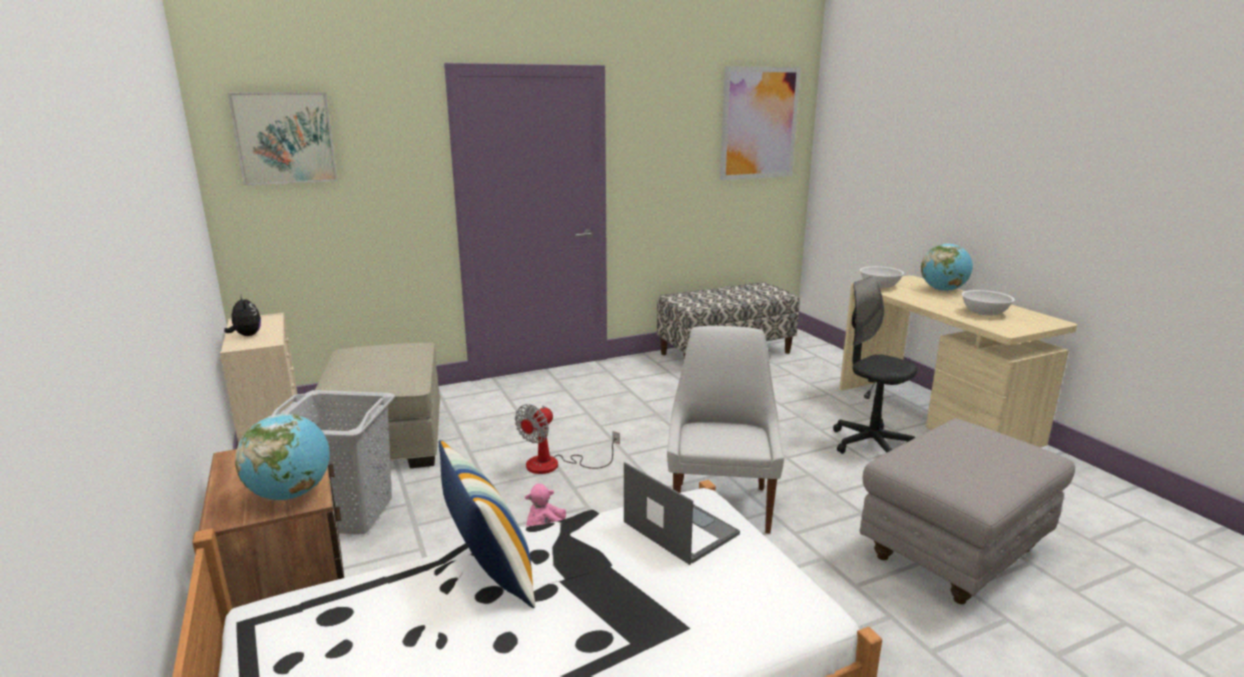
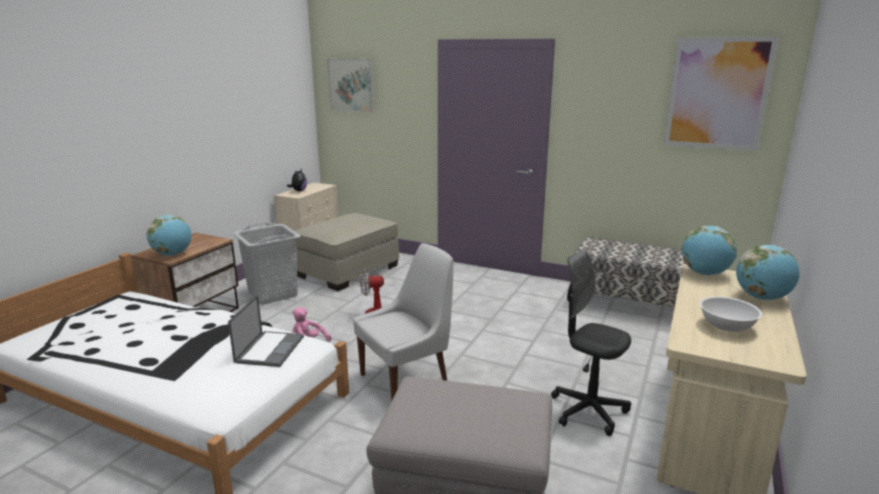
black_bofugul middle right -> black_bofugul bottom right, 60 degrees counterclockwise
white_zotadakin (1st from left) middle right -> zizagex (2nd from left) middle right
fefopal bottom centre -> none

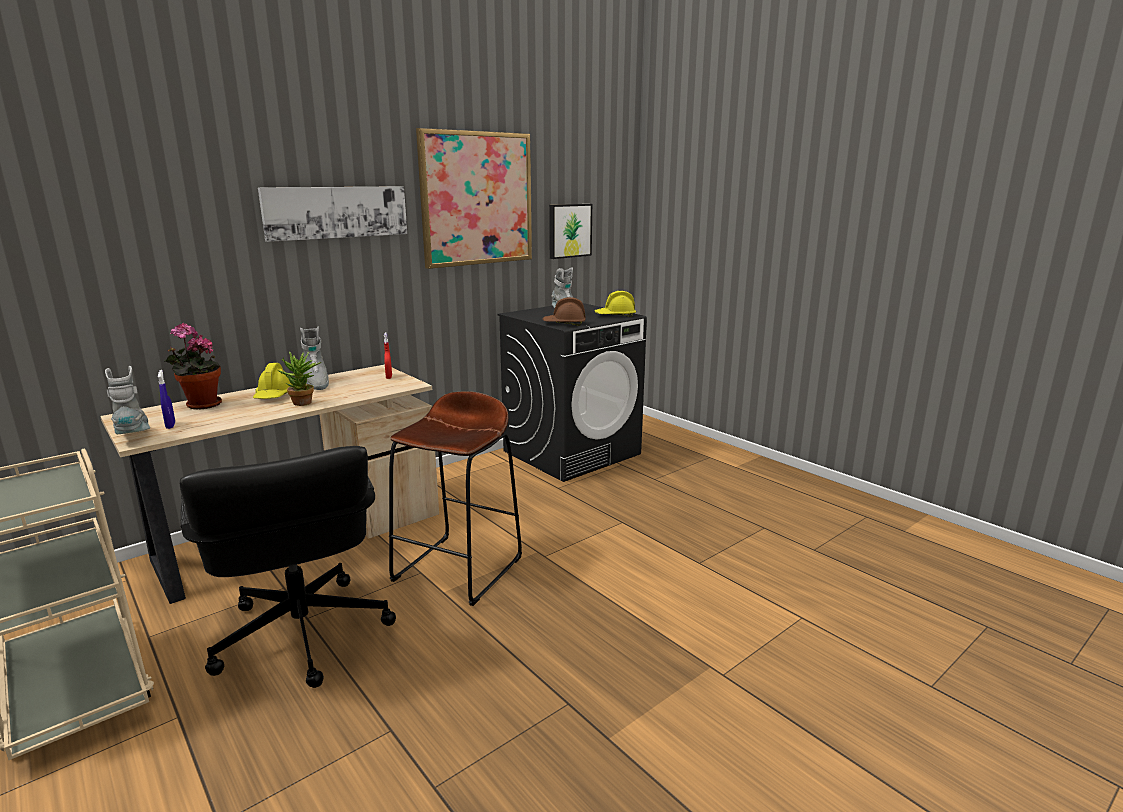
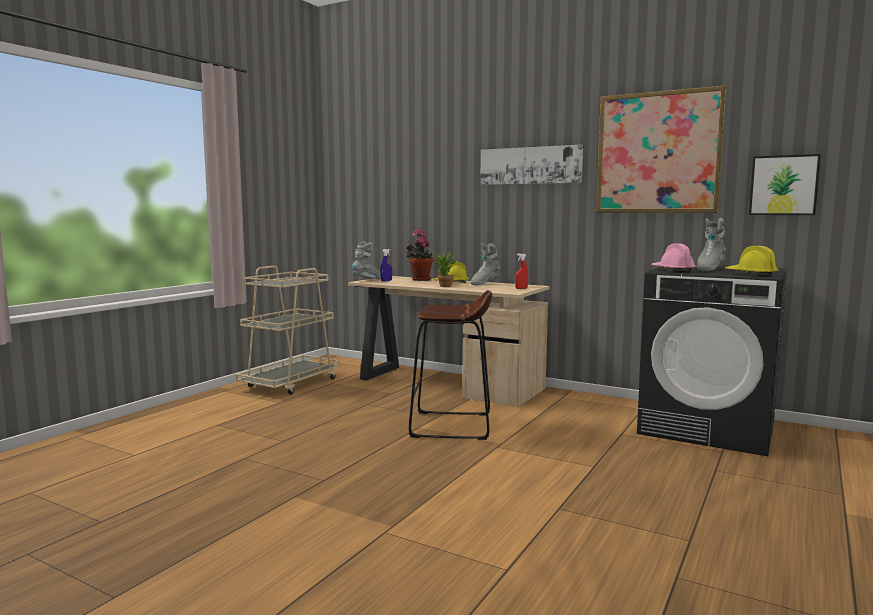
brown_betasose centre -> pink_betasose middle right
black_bofugul bottom left -> none

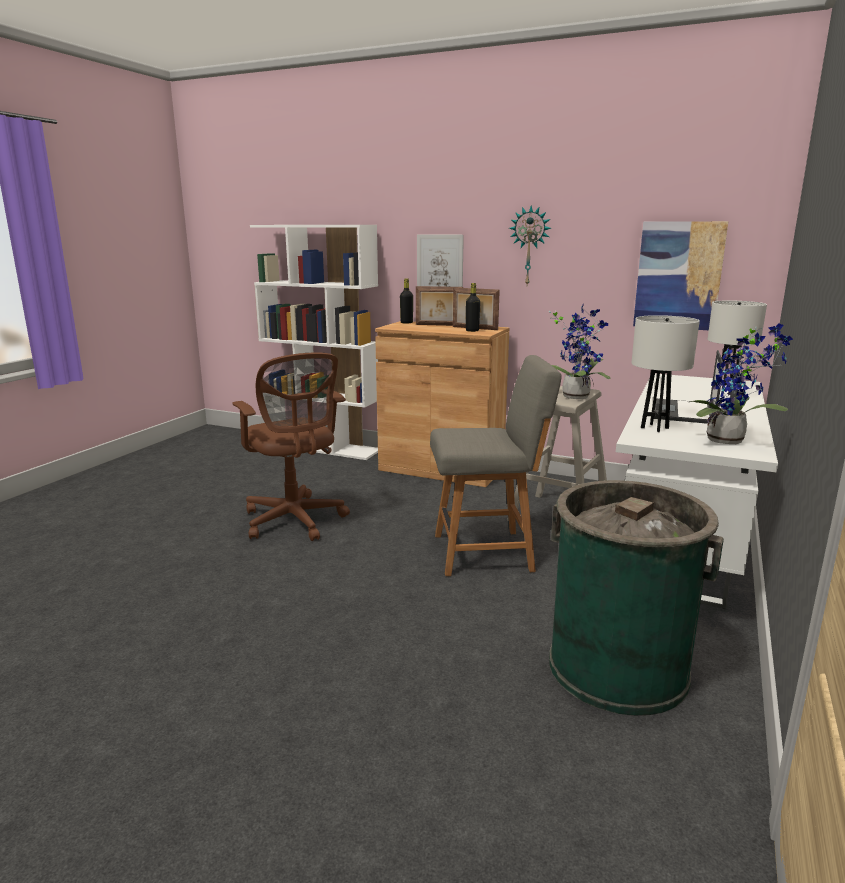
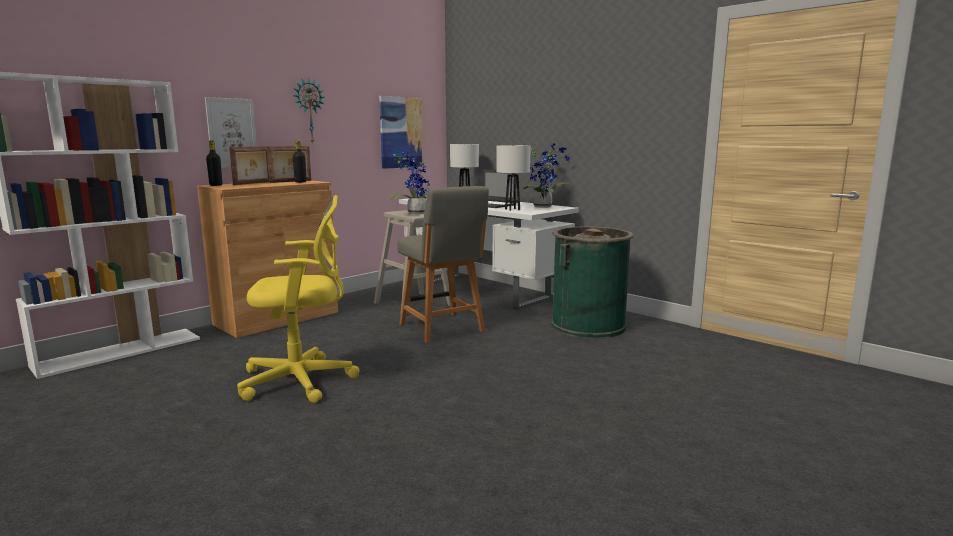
brown_bofugul centre -> yellow_bofugul middle left
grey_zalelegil centre, 135 degrees clockwise

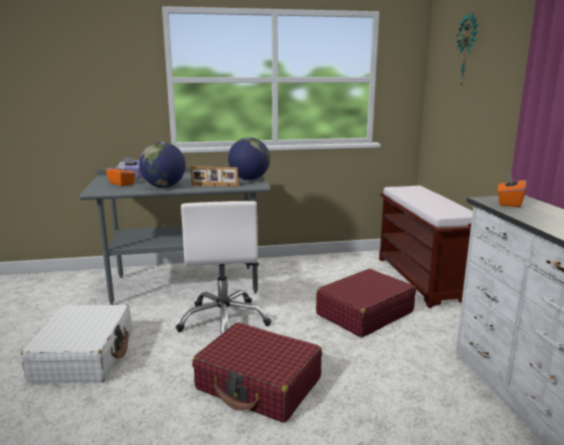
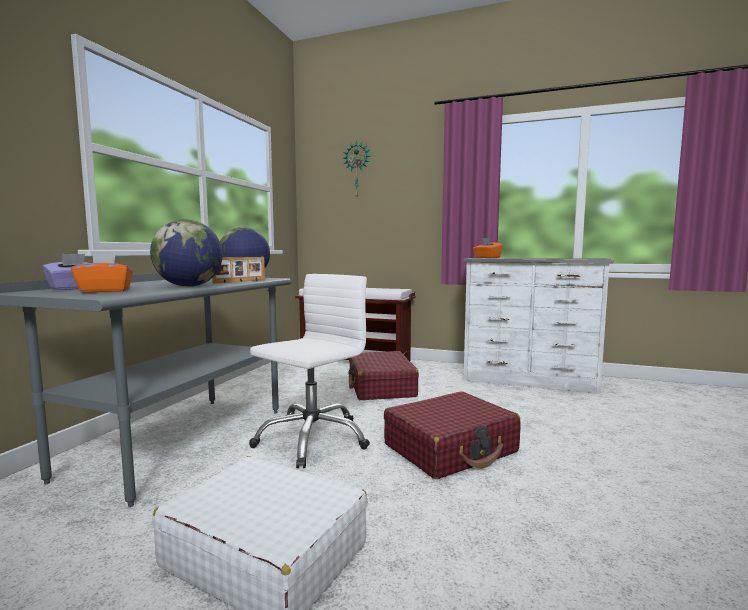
white_bofugul centre, 75 degrees counterclockwise

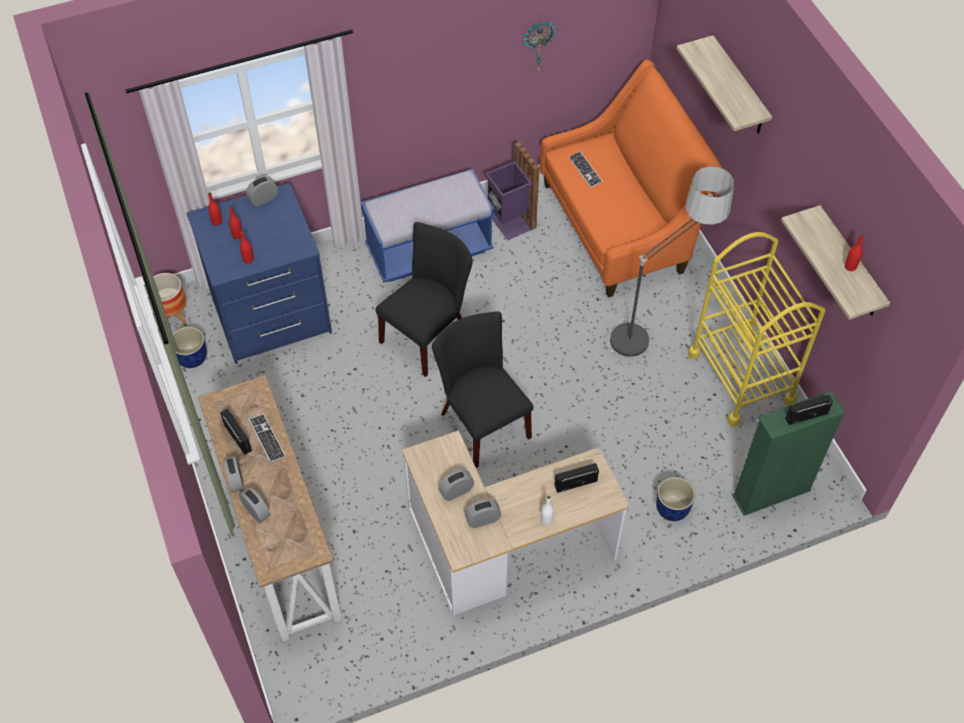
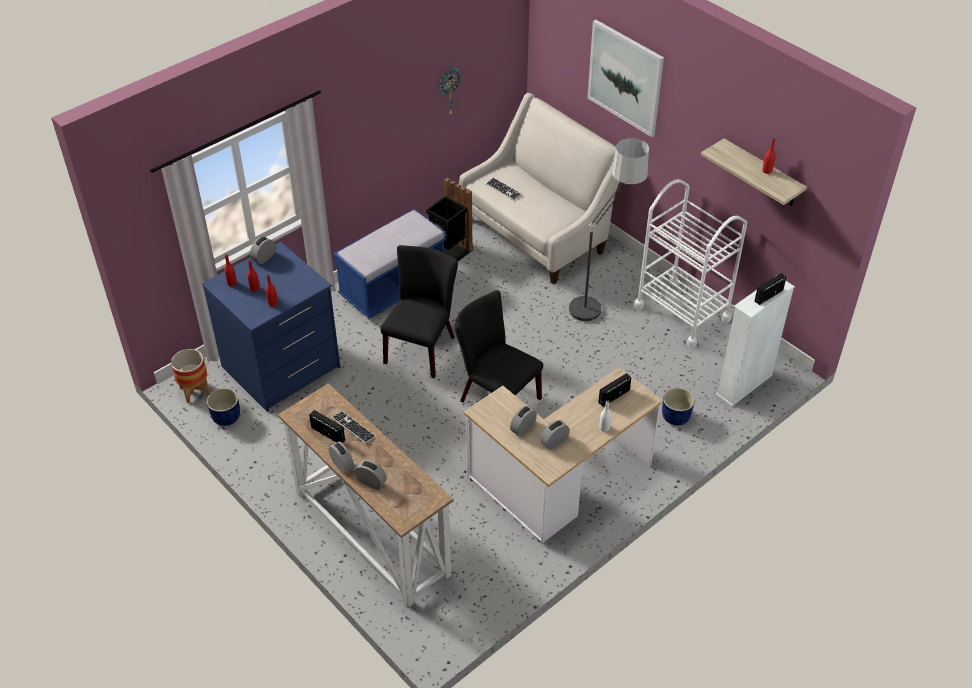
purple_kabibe top centre -> black_kabibe top centre
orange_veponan top centre -> beige_veponan top centre
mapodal (1st from left) top right -> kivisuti top centre
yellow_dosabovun middle right -> white_dosabovun middle right
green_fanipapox middle right -> white_fanipapox middle right

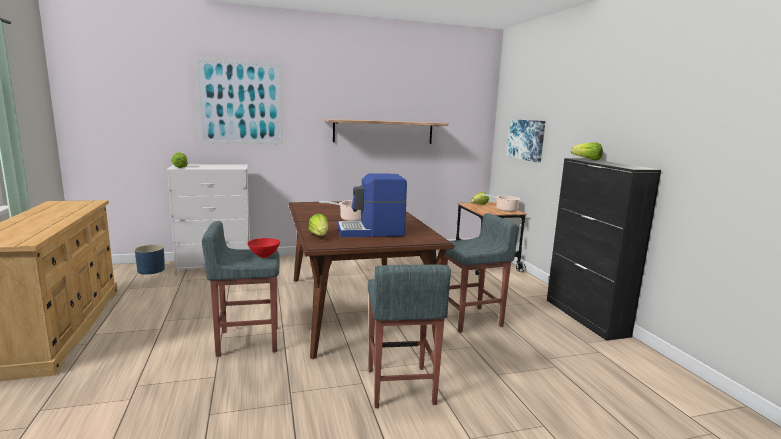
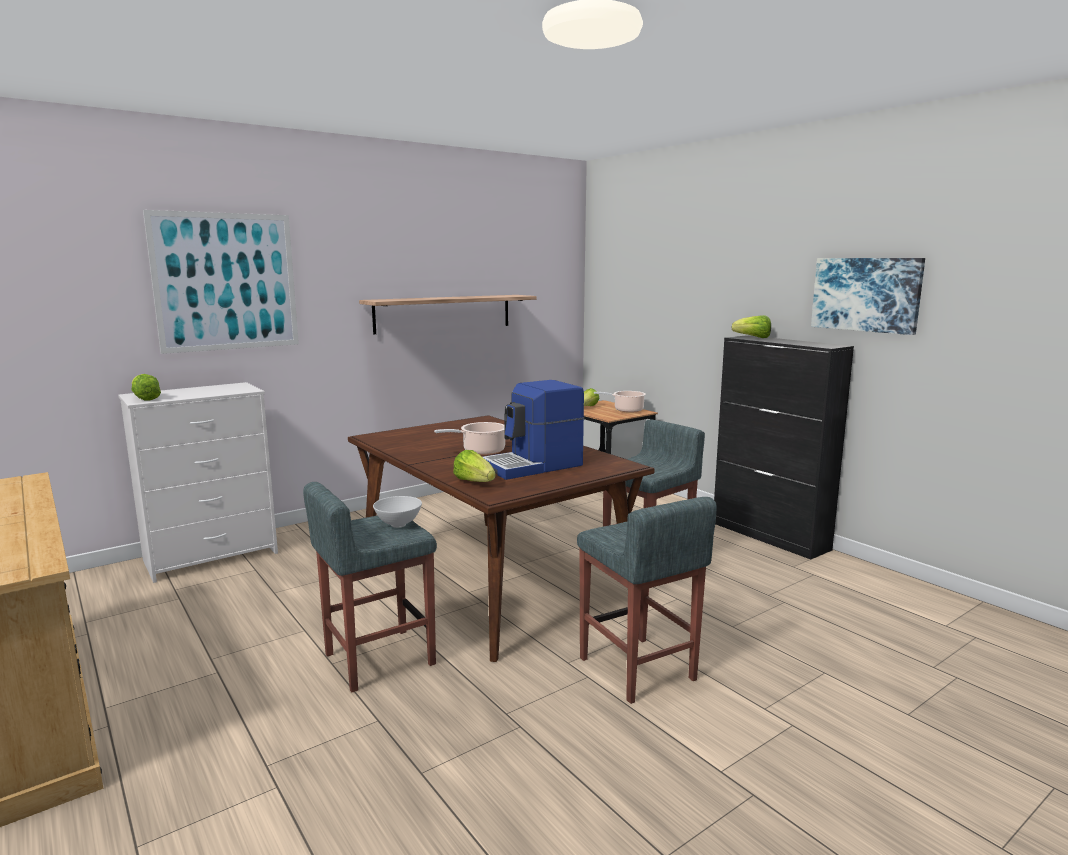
red_zotadakin centre -> white_zotadakin centre
kivisuti (2nd from left) top right -> kivisuti (2nd from left) middle right, moved
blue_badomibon middle left -> none

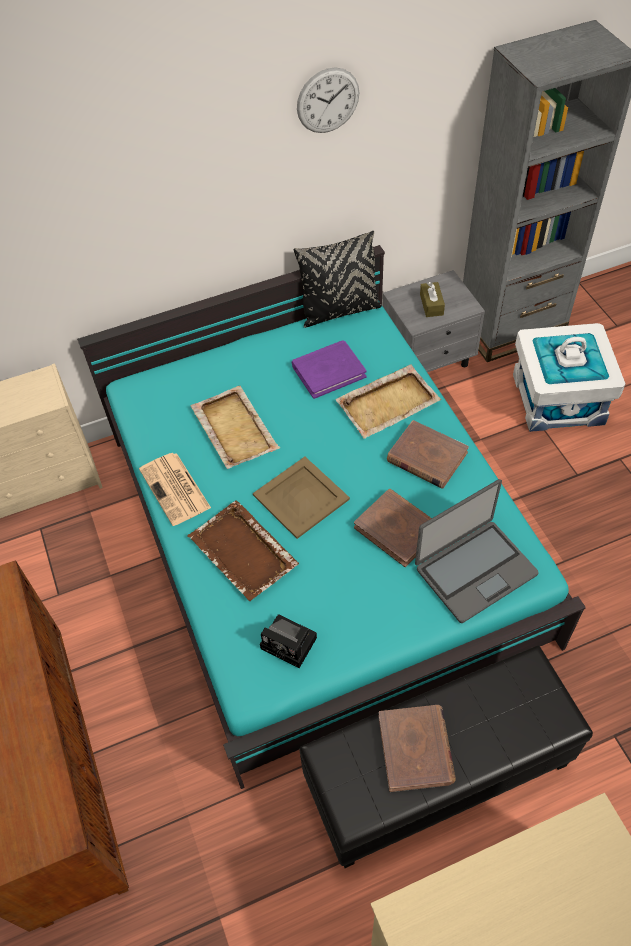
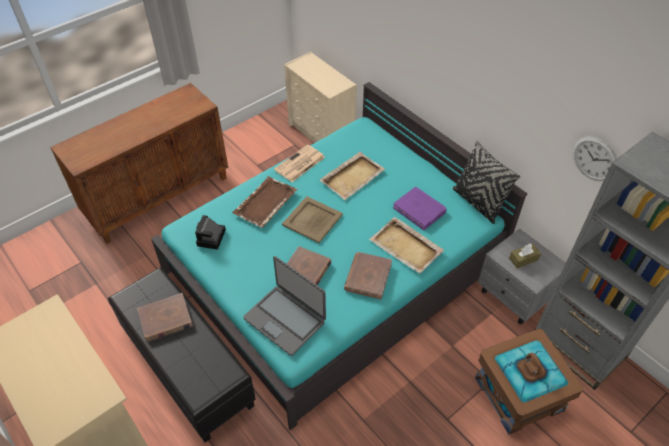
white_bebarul middle right -> brown_bebarul bottom right
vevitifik top centre -> vevitifik middle right, moved

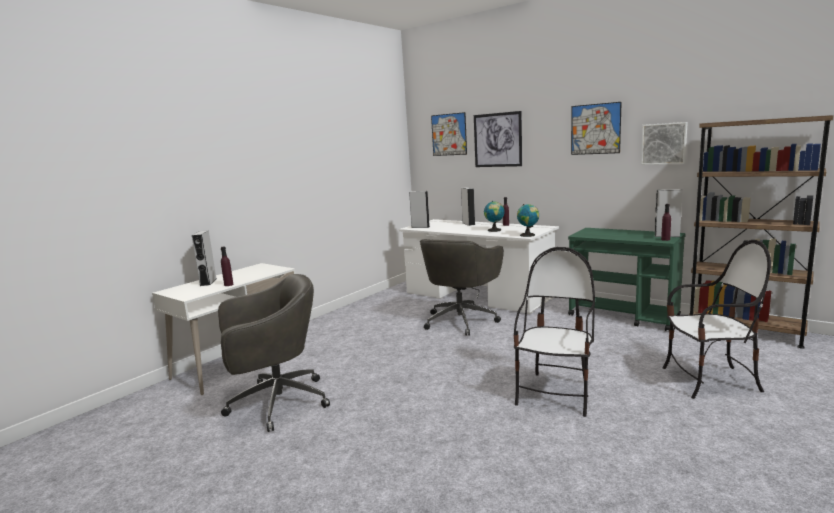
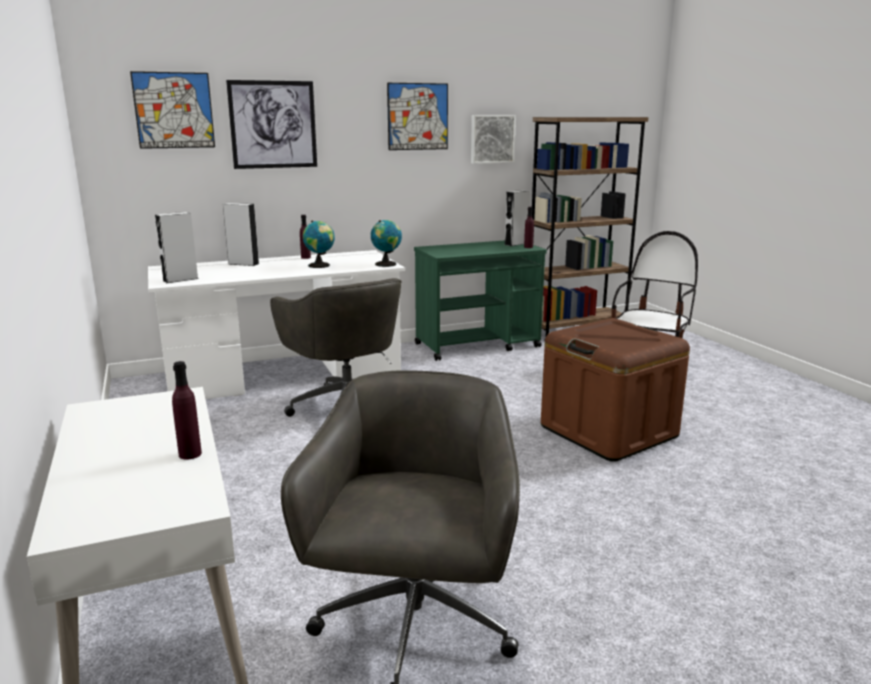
zalelegil (1st from left) centre -> brown_bebarul middle right
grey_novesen (1st from left) middle left -> none

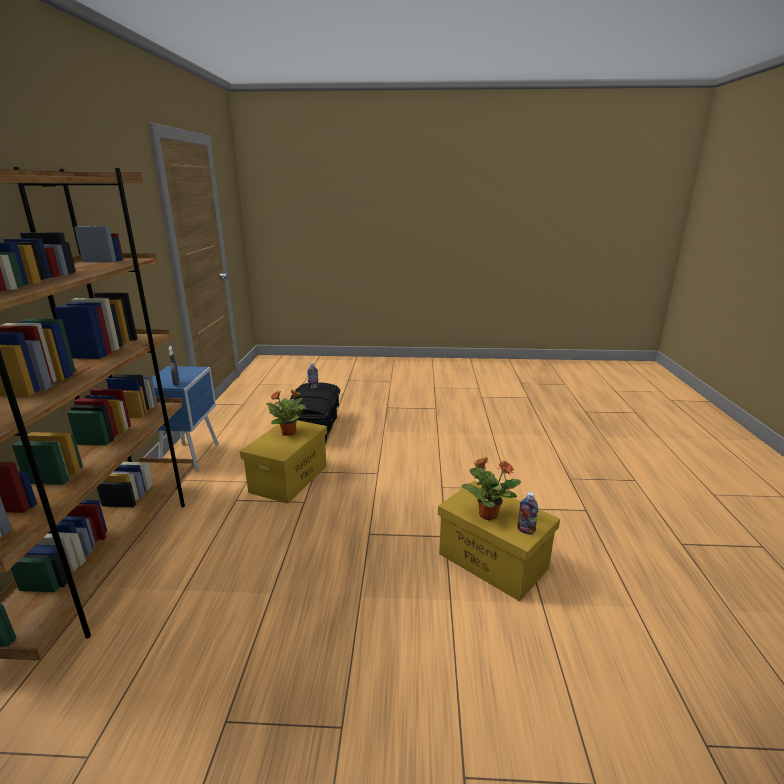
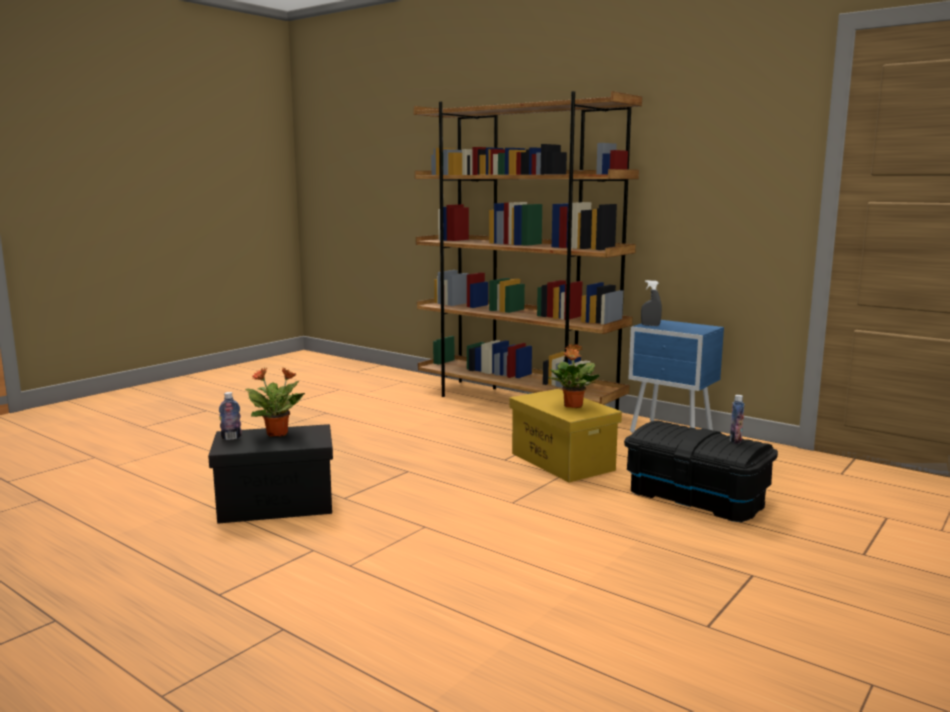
yellow_bebarul (2nd from left) bottom centre -> black_bebarul (1st from left) middle left

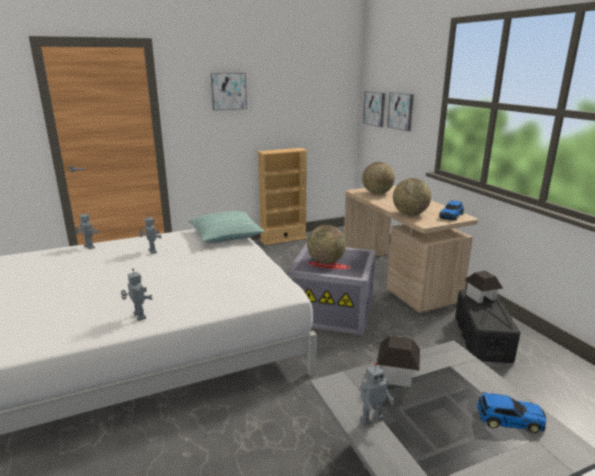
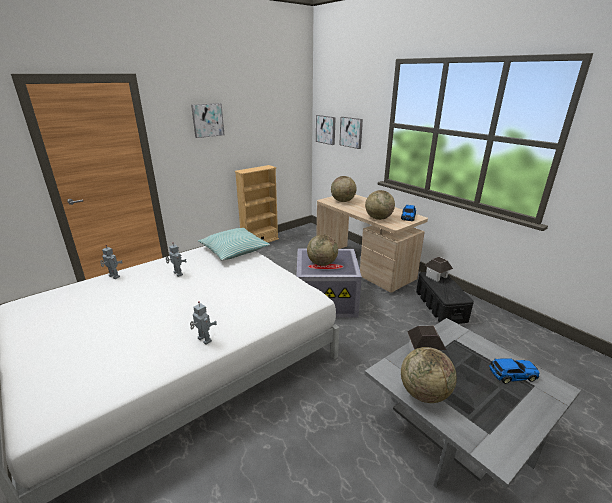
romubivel (4th from left) bottom centre -> zizagex (4th from left) bottom right

